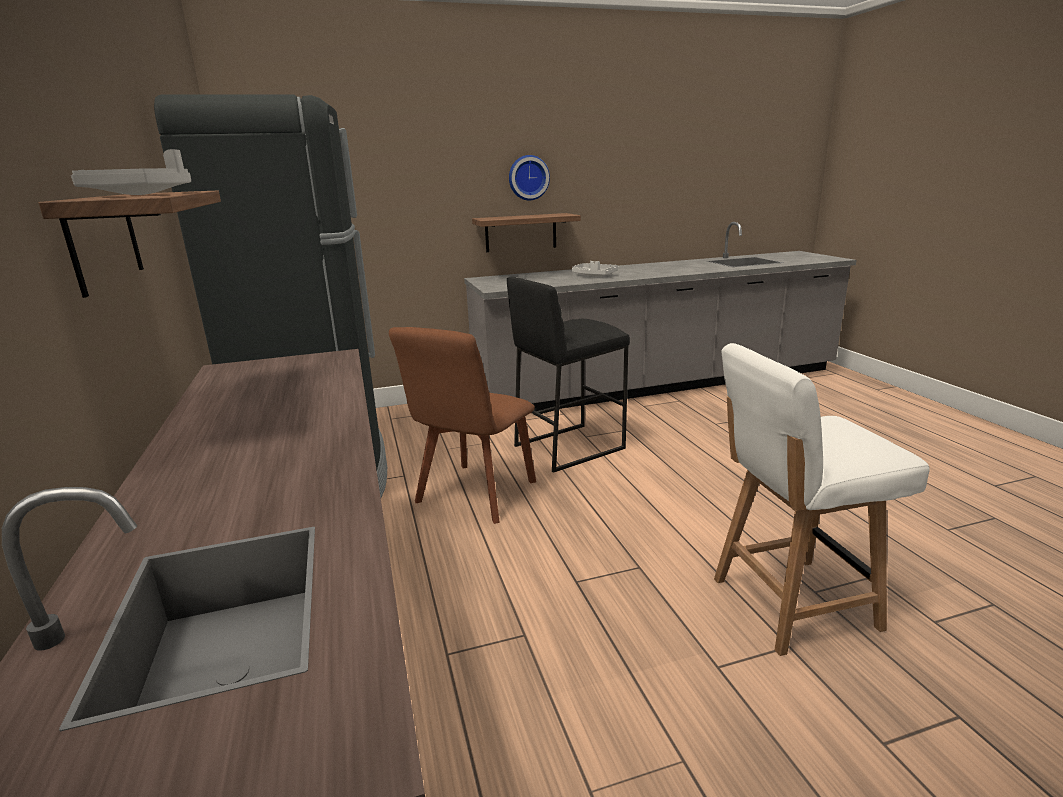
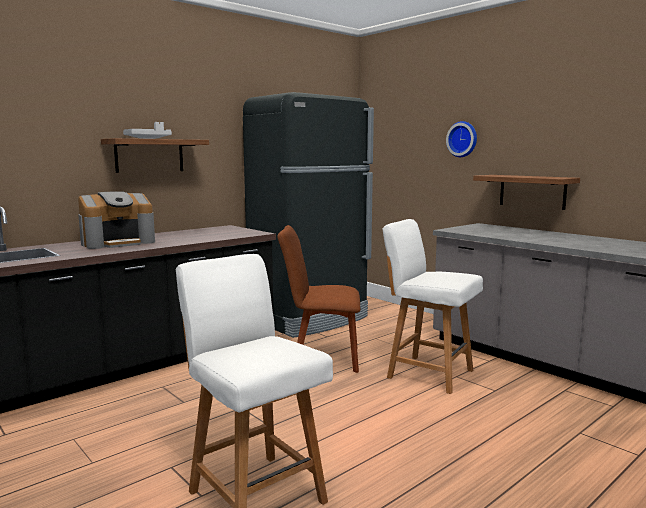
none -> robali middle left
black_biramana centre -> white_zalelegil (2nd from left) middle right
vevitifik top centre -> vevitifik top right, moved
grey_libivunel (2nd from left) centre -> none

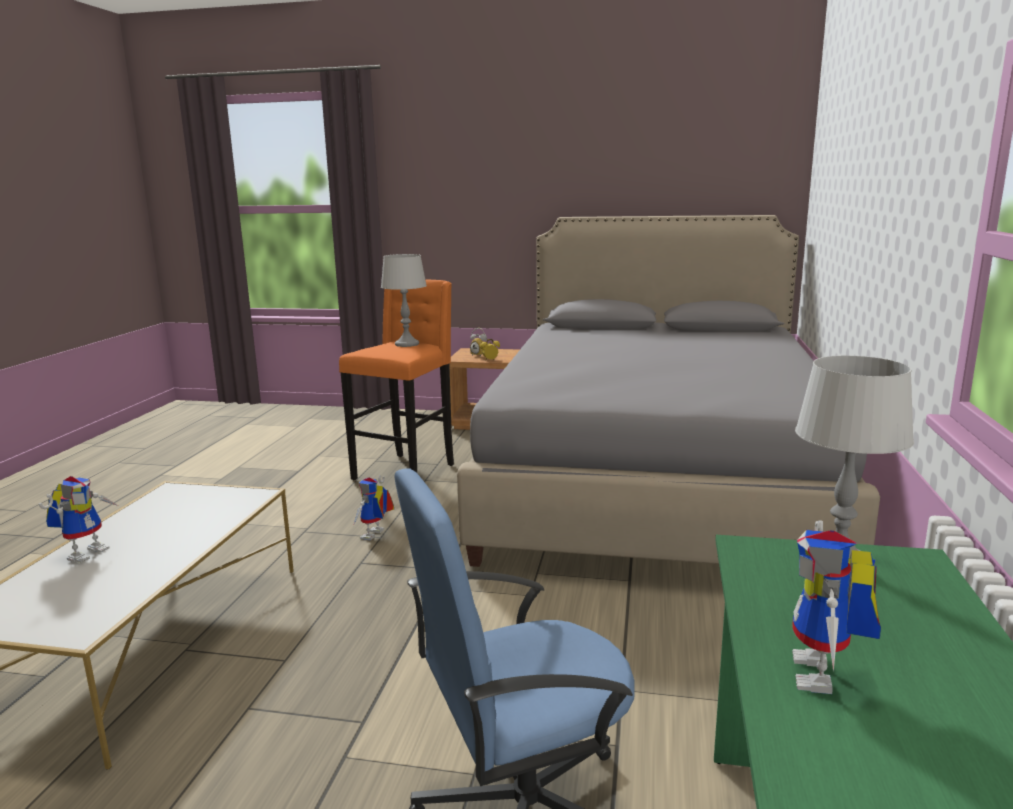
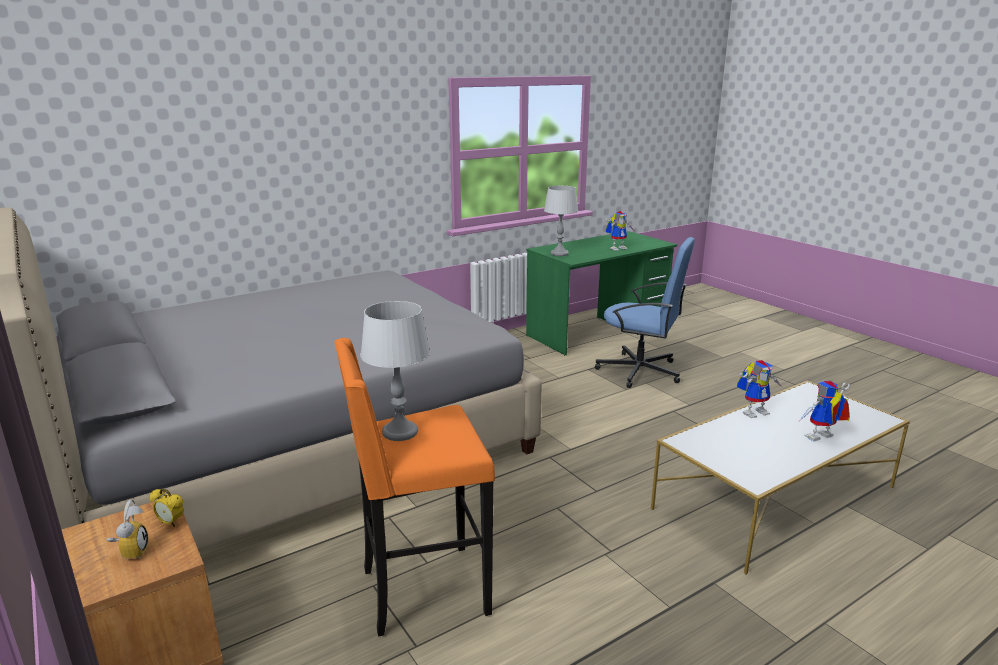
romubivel (2nd from left) centre -> romubivel (2nd from left) middle right, moved

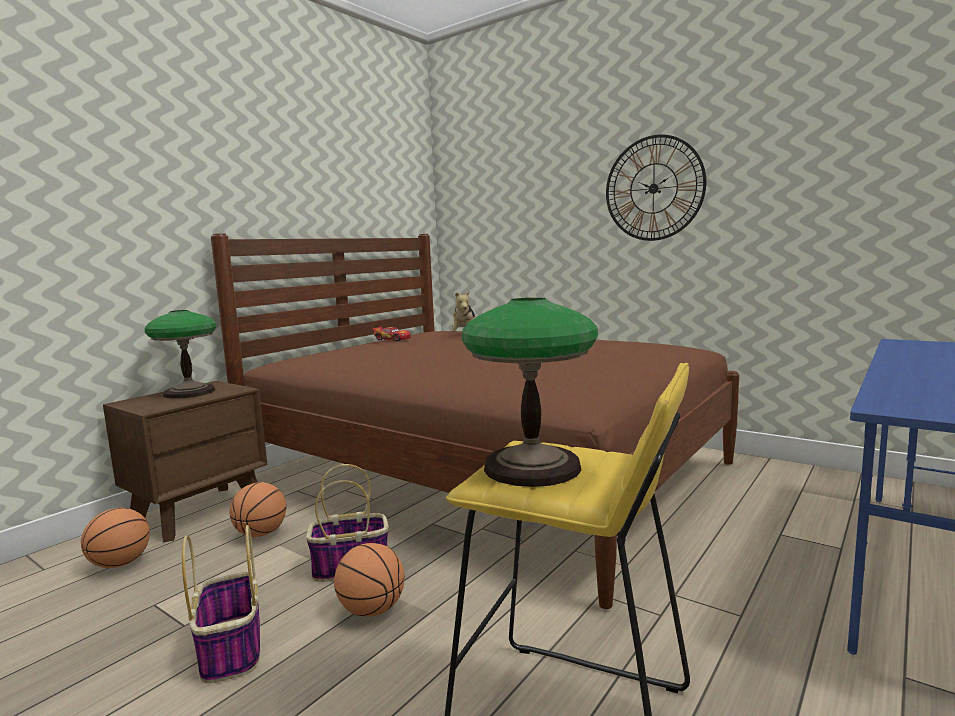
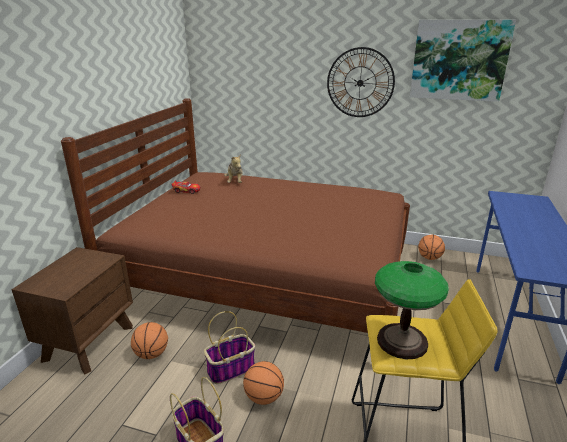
none -> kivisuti top right
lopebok (1st from left in the first image) bottom left -> lopebok (3rd from left) middle right, moved
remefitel (1st from left) middle left -> none

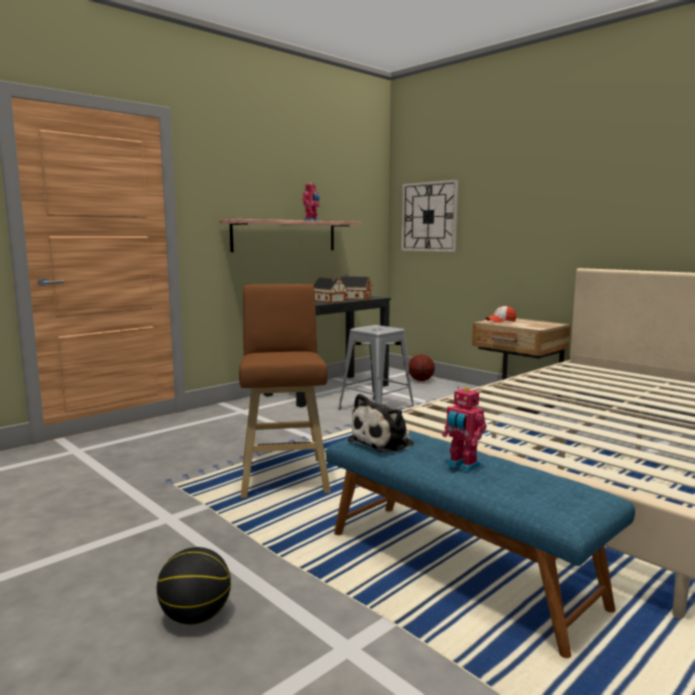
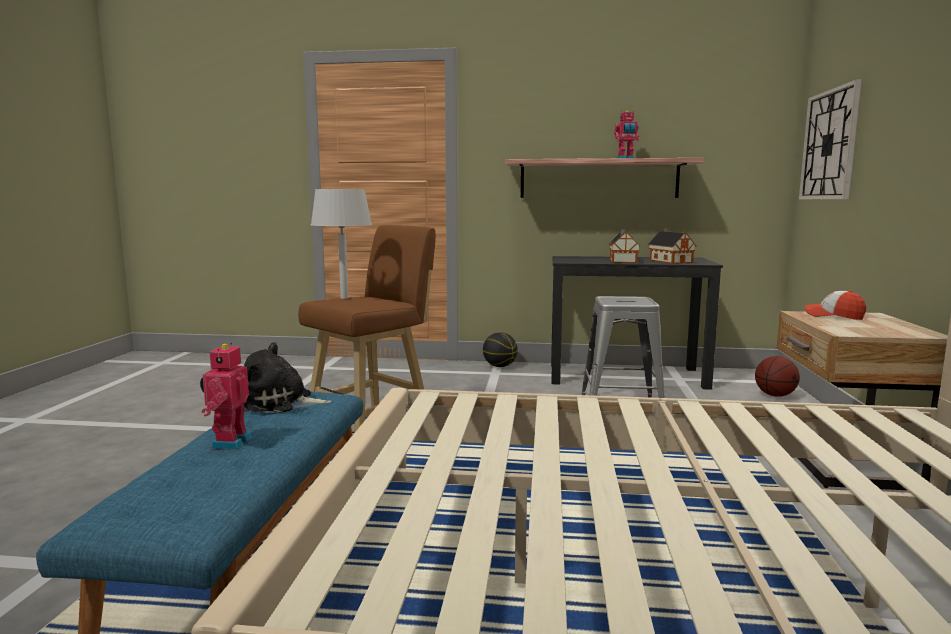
none -> grey_remefitel centre
lopebok (1st from left) bottom left -> lopebok (1st from left) centre, moved

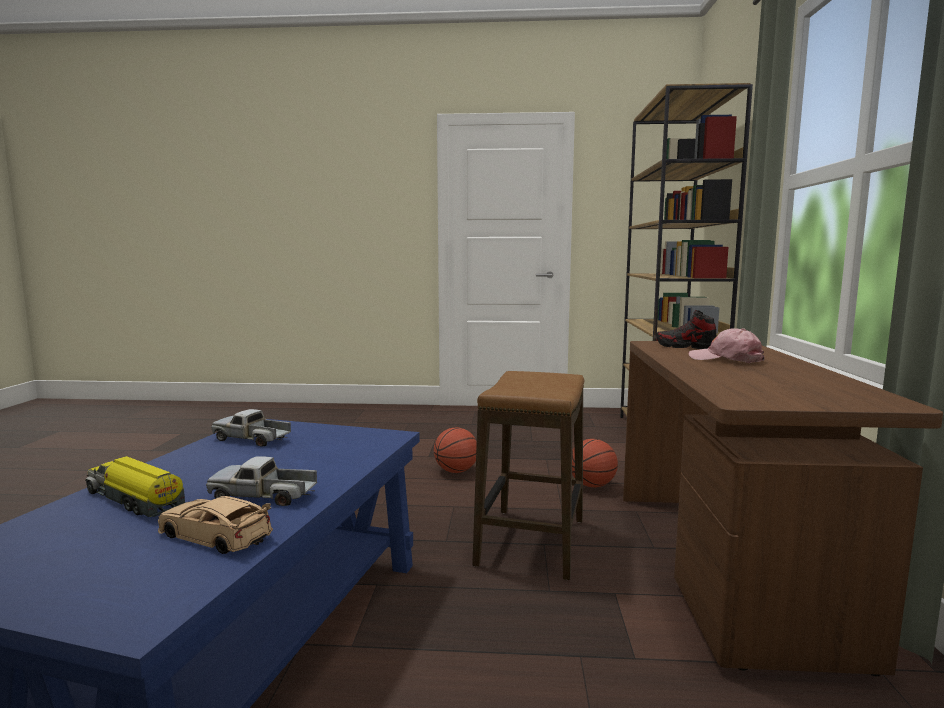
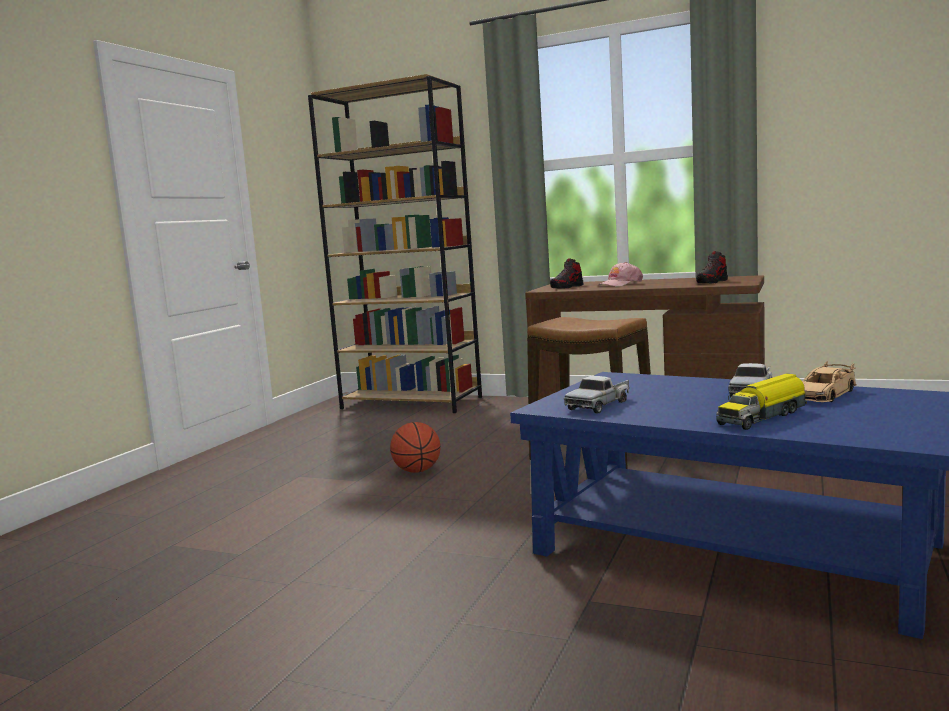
none -> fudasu (2nd from left) middle right
lopebok (2nd from left) centre -> none

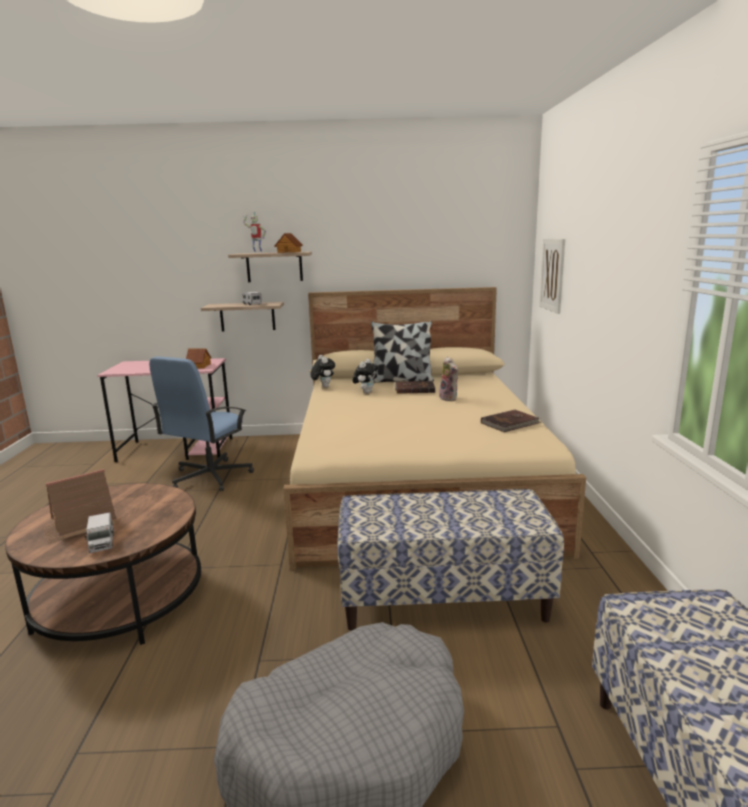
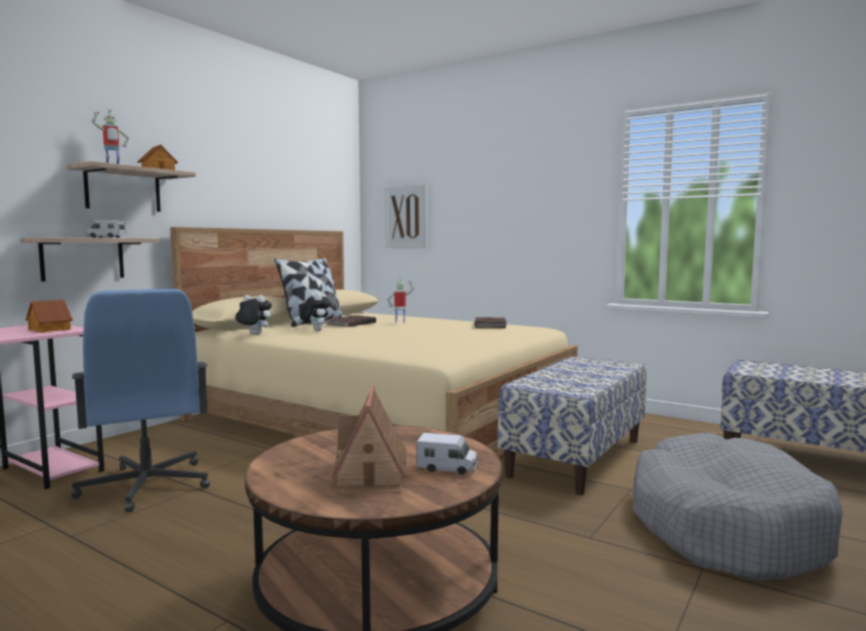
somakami (3rd from left) centre -> romubivel (2nd from left) centre

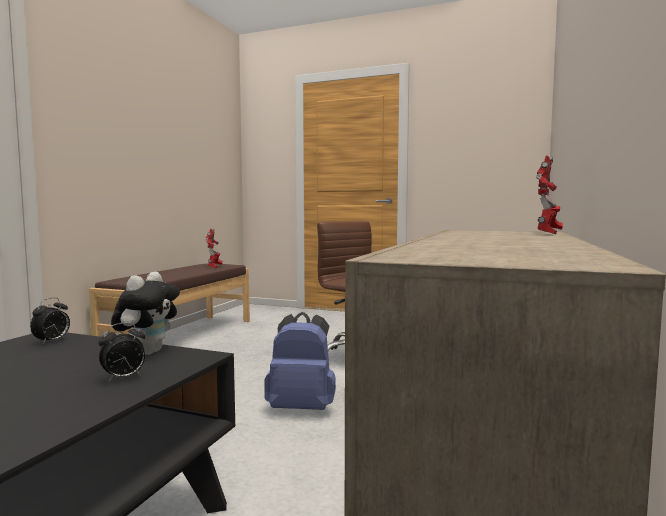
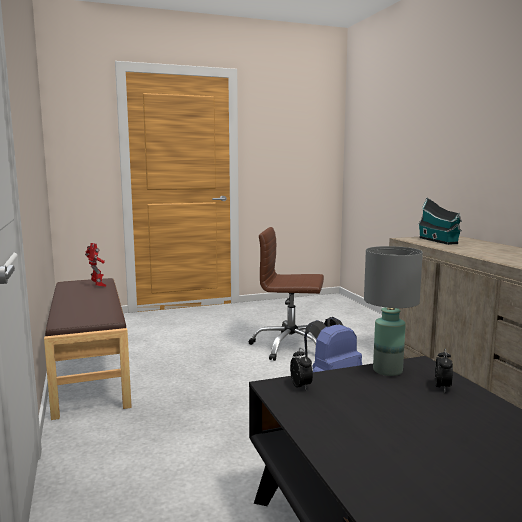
somakami middle left -> grey_remefitel middle right
none -> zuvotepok middle right
romubivel (2nd from left) middle right -> none

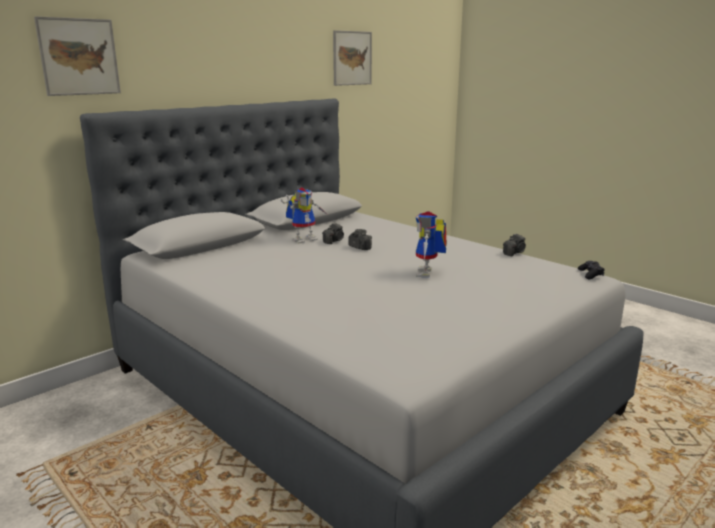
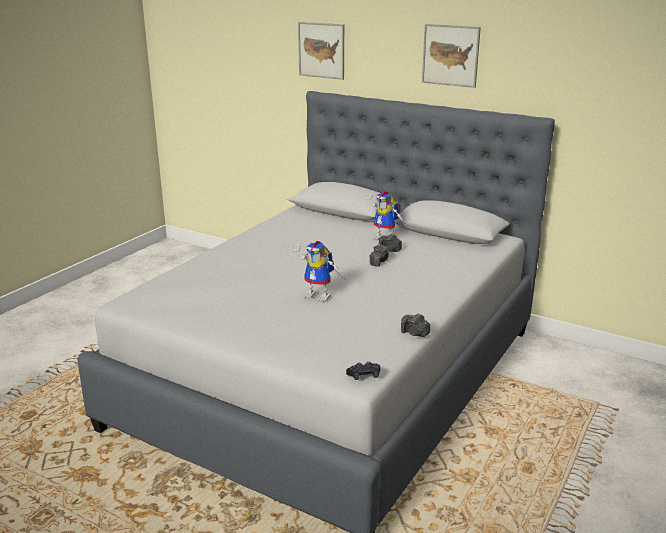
romubivel (2nd from left in the first image) centre -> romubivel (1st from left) centre, 150 degrees counterclockwise
kivisuti (2nd from left) top centre -> kivisuti (2nd from left) top right, moved

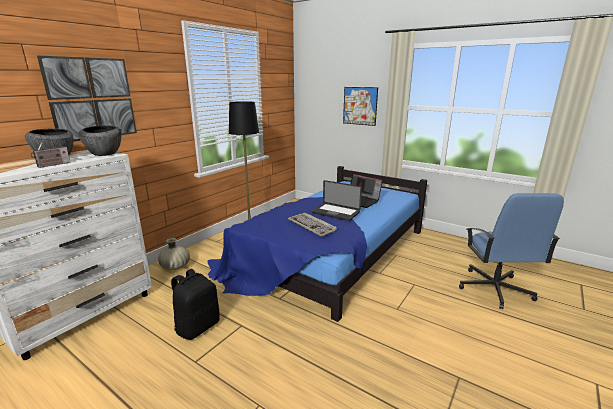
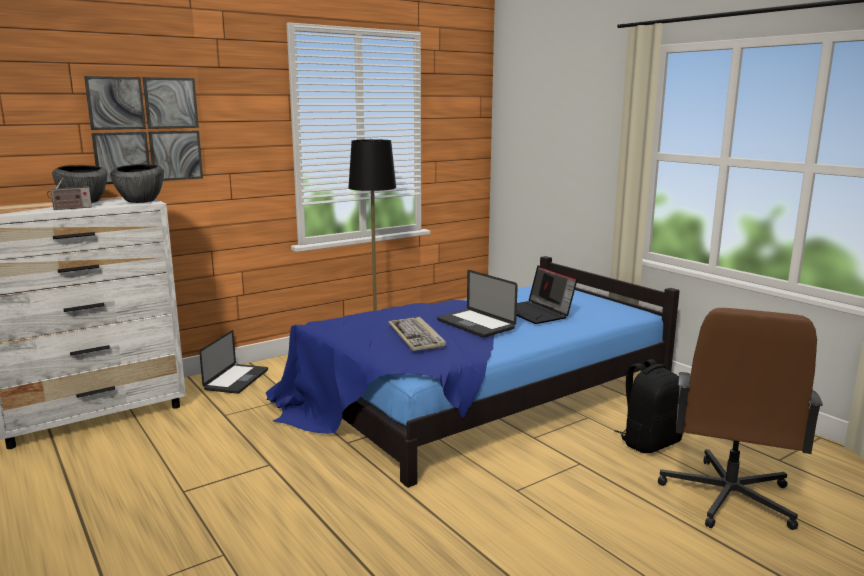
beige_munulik middle left -> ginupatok (1st from left) middle left
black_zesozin bottom left -> black_zesozin bottom right, moved
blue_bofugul middle right -> brown_bofugul bottom right
kivisuti (2nd from left) top centre -> none

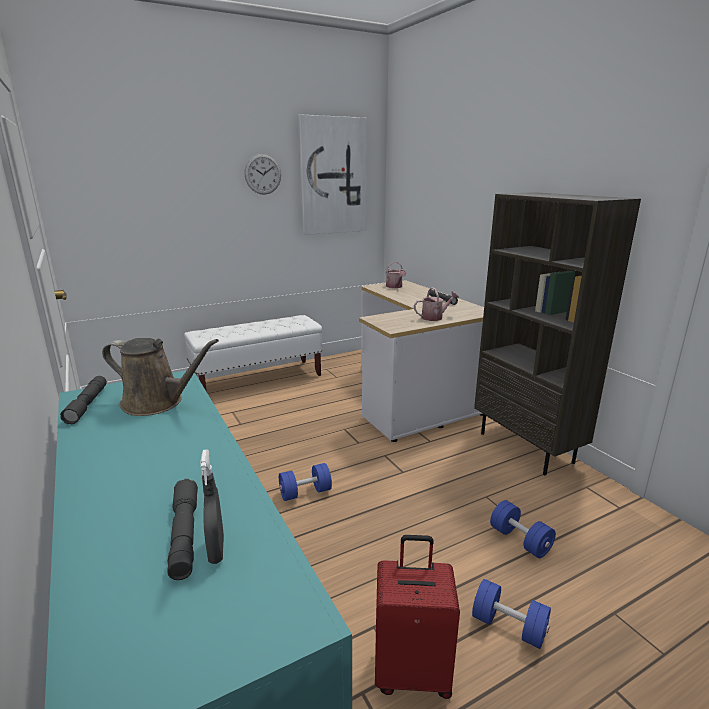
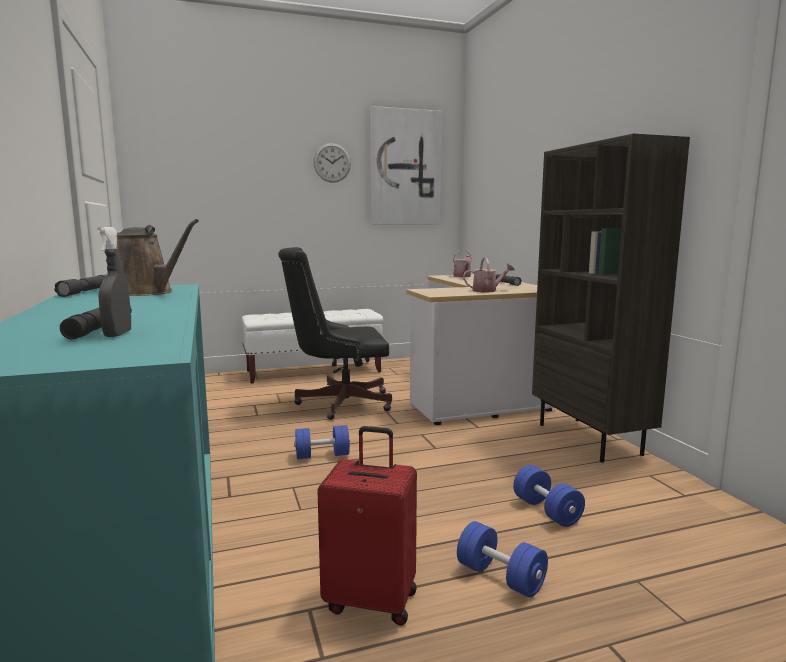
none -> black_bofugul centre

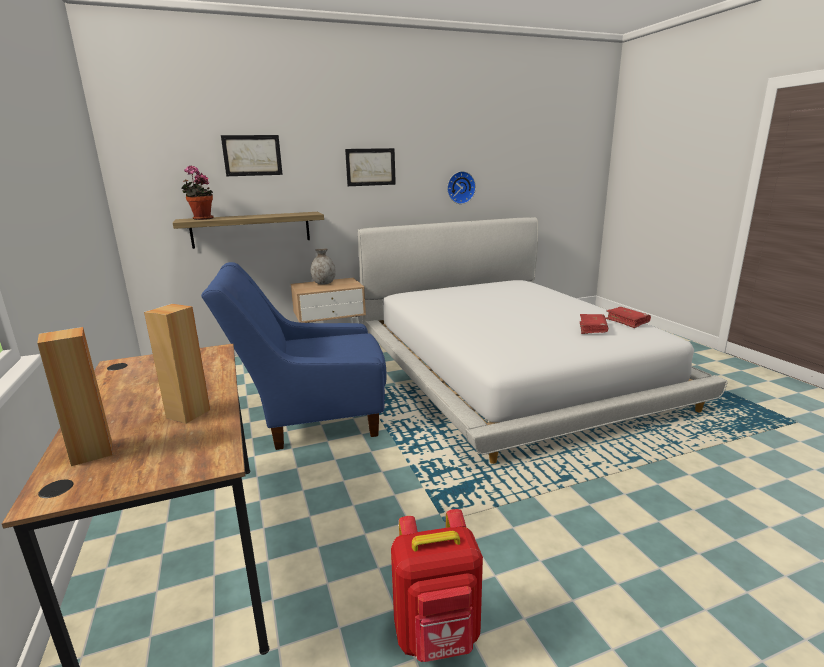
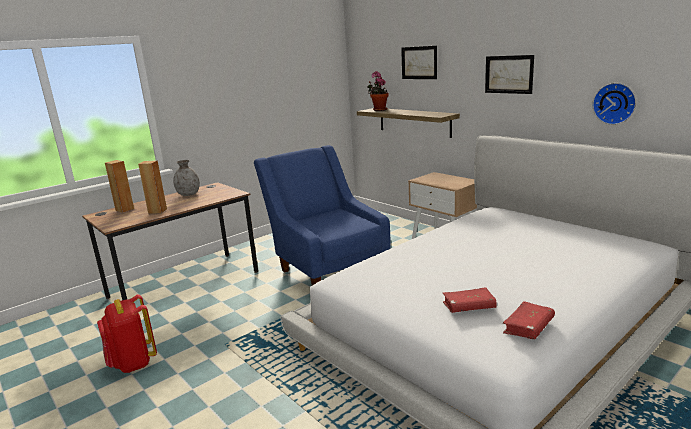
grey_munulik centre -> grey_munulik middle left, moved

